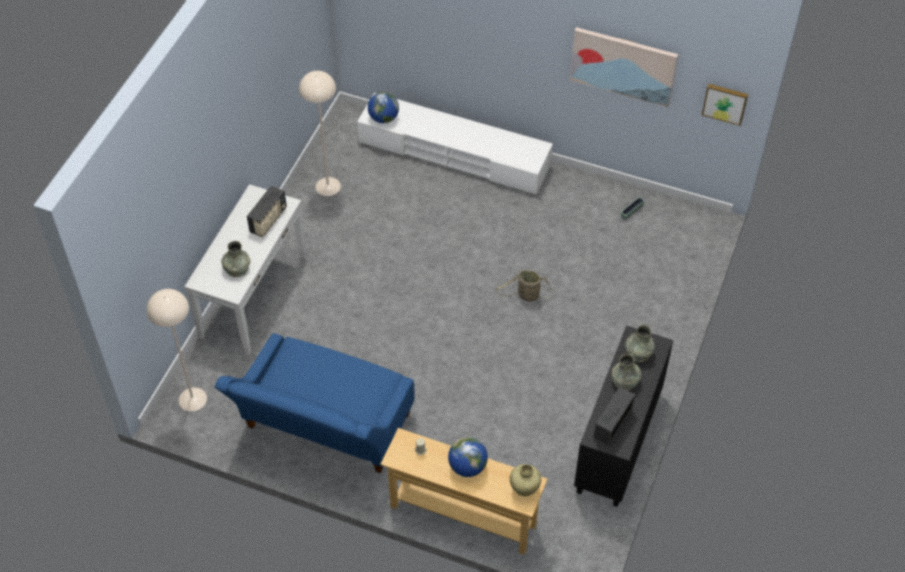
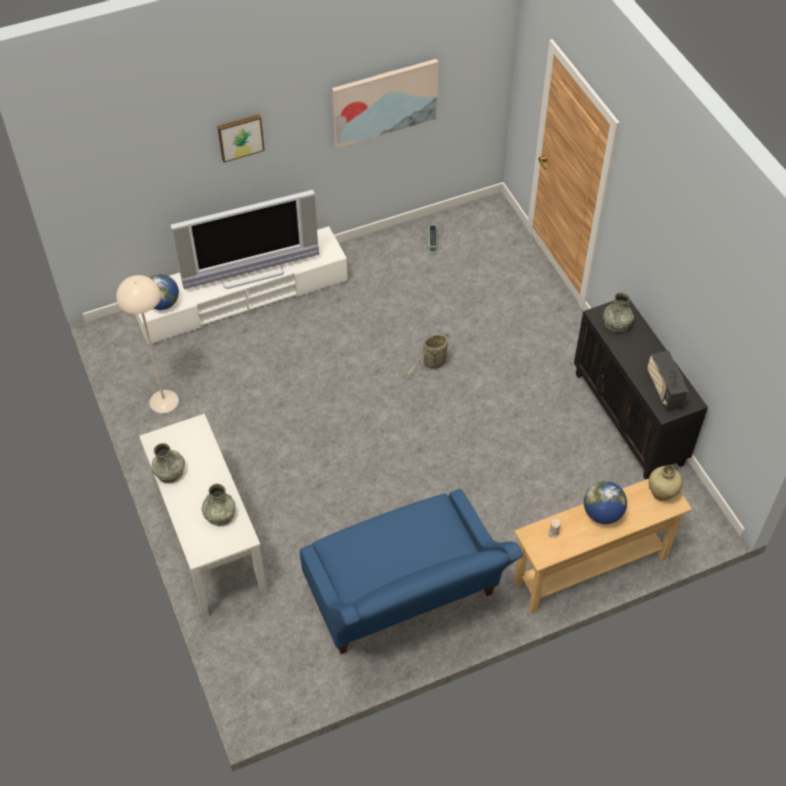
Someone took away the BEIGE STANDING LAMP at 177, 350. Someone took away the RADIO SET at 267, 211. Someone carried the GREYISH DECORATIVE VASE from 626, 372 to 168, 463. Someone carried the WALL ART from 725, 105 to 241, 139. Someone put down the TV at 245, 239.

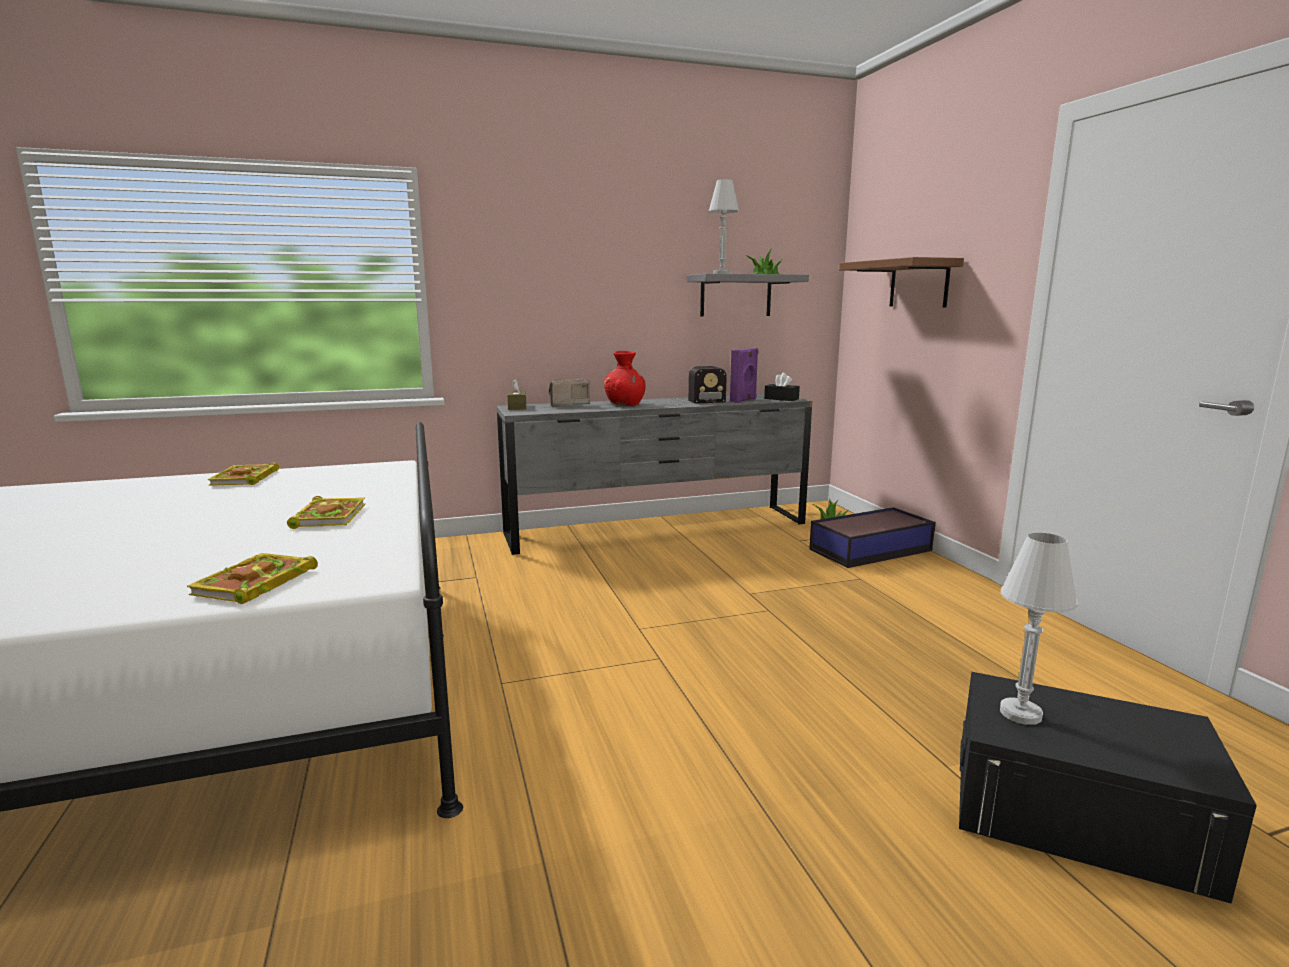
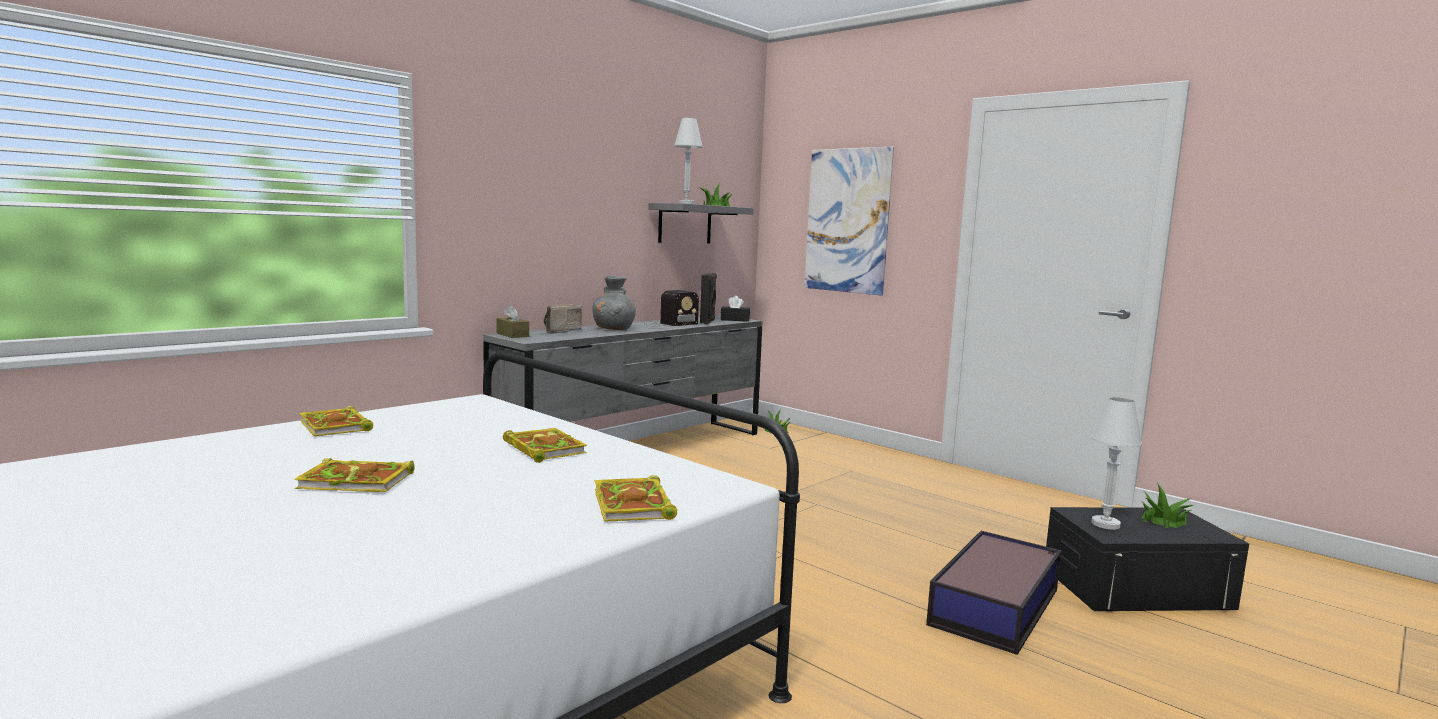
Someone repainted the RED-COLOURED DECORATIVE VASE at 625, 378, which became the GREYISH DECORATIVE VASE at 614, 302. Someone repainted the PURPLE LOUDSPEAKER at 744, 375, which became the BLACKISH LOUDSPEAKER at 708, 298. Someone carried the STORAGE BIN from 872, 537 to 994, 593. Someone swapped the BROWN BRACKET SHELF at 901, 282 for the WALL ART at 849, 221. Someone put down the BOUND BOOK at 354, 475. Someone put down the HOUSEPLANT at 1167, 505.

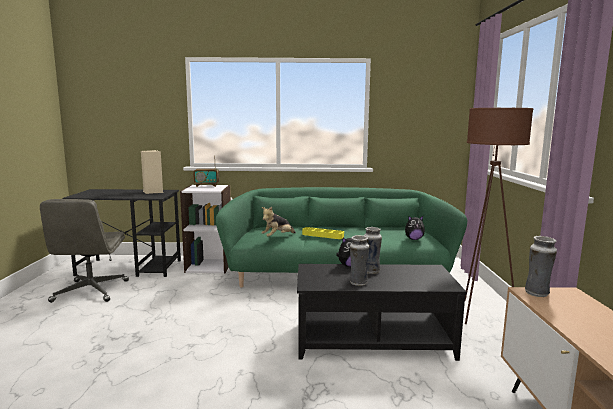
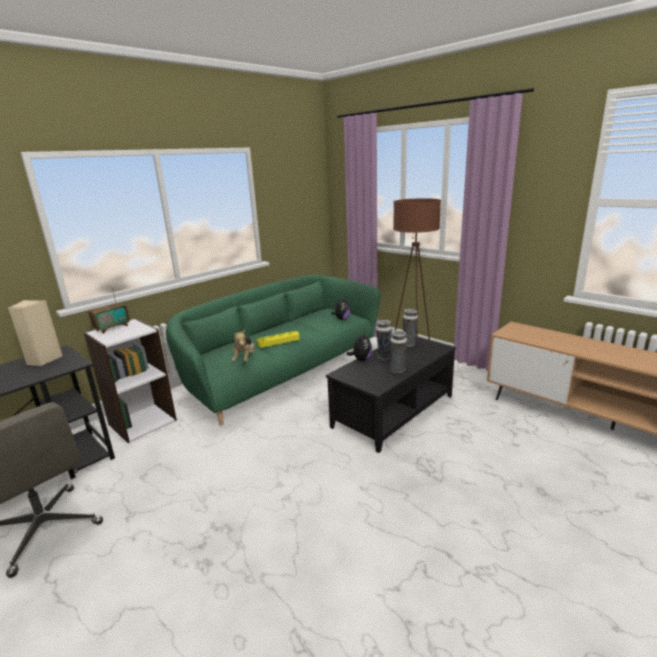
Someone carried the DECORATIVE VASE from 541, 266 to 410, 328.

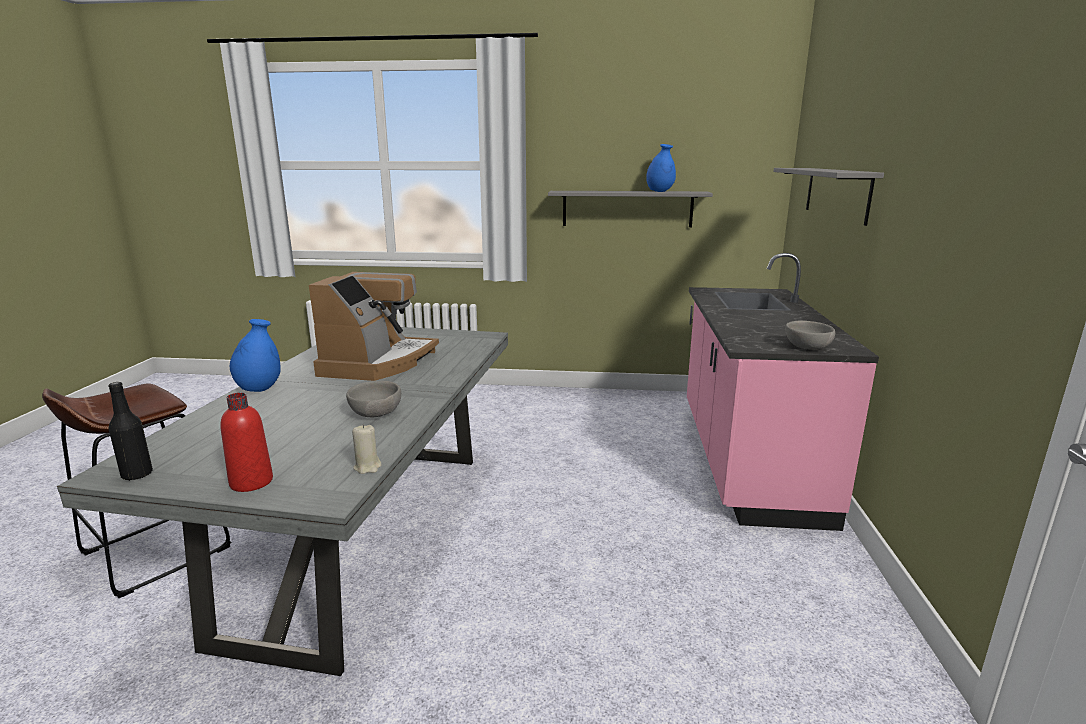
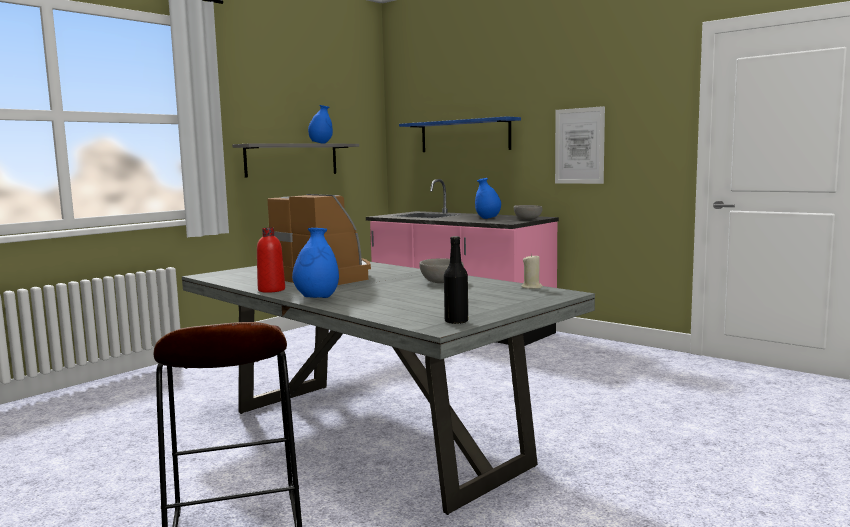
Someone carried the RED-COLOURED BEVERAGE BOTTLE from 246, 442 to 271, 260. Someone repainted the GREYISH BRACKET SHELF at 829, 197, which became the BLUE-COLOURED BRACKET SHELF at 460, 134. Someone put down the BLUE-COLOURED DECORATIVE VASE at 488, 198. Someone put up the WALL ART at 580, 145.

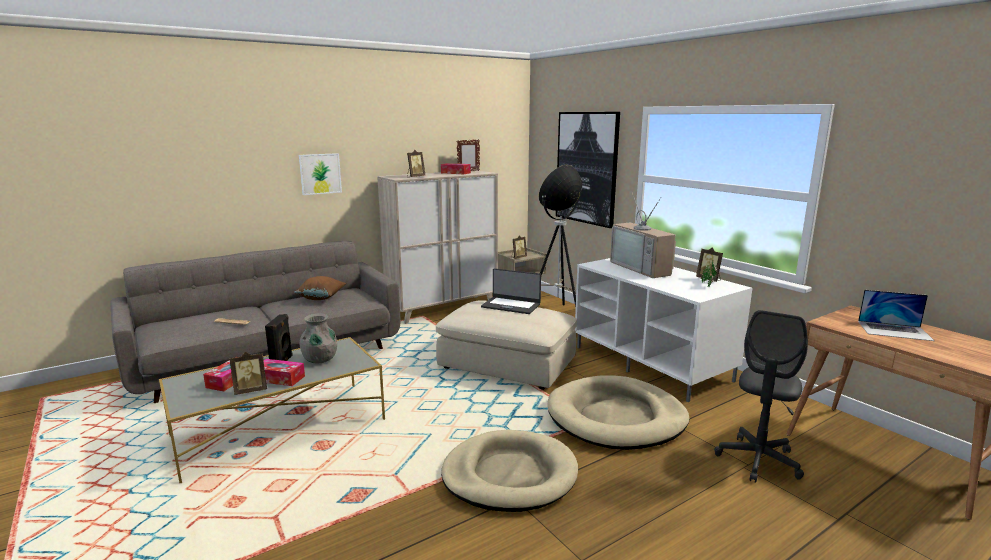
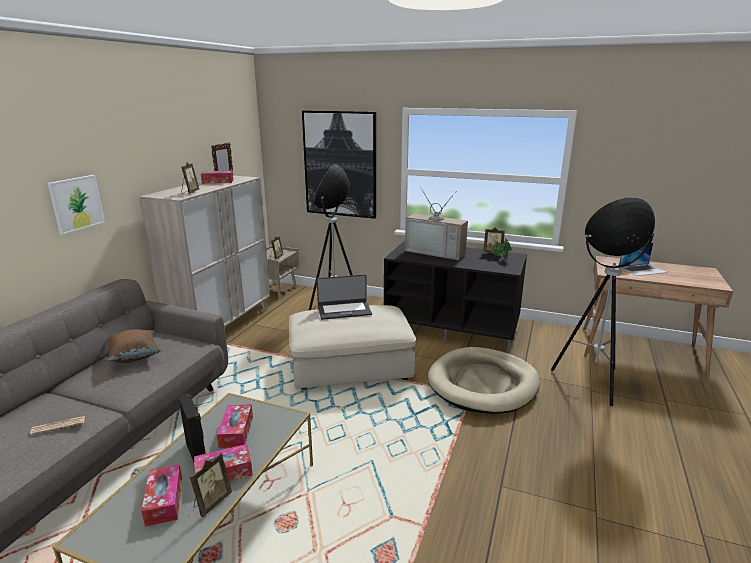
Someone swapped the GREYISH DECORATIVE VASE at 318, 338 for the TISSUE HOLDER at 235, 426. Someone took away the BEIGE DOG BED at 509, 471. Someone repainted the WHITISH TV STAND at 663, 330, which became the BLACKISH TV STAND at 455, 297. Someone swapped the GREYISH DESK CHAIR at 761, 396 for the STANDING LAMP at 603, 301.

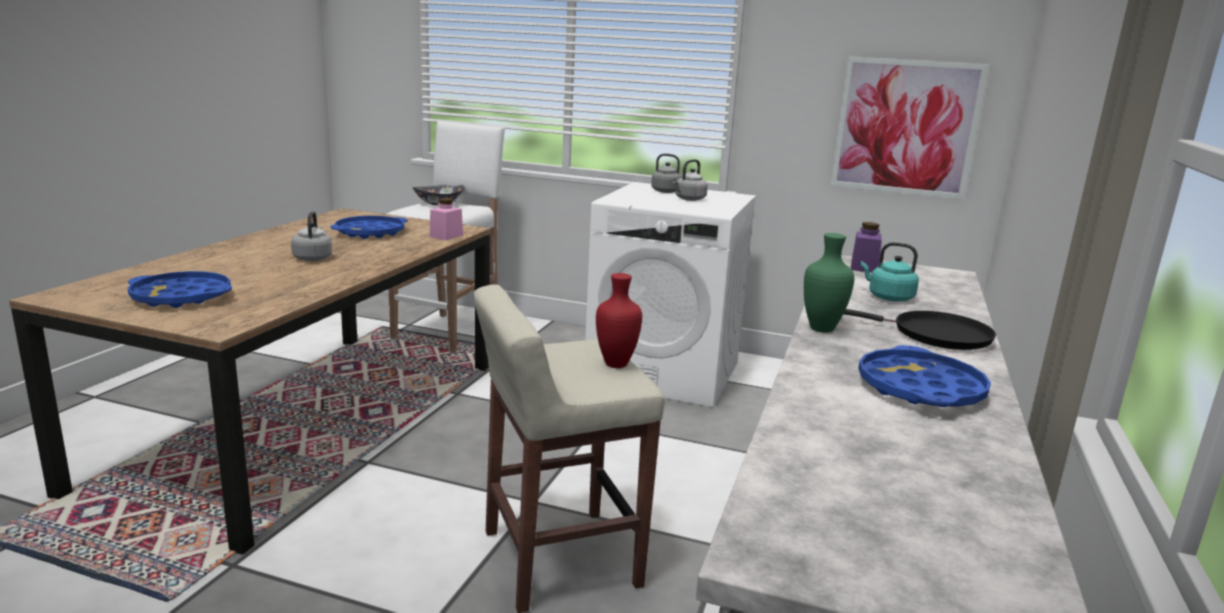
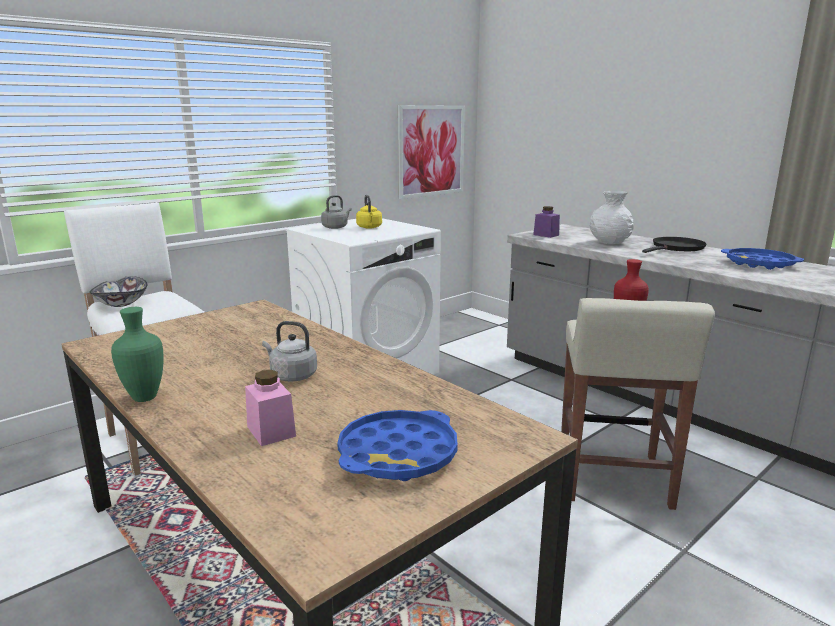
Someone took away the BLUE-COLOURED SERVING TRAY at 369, 227. Someone carried the PINK-COLOURED STORAGE JAR from 446, 219 to 270, 408. Someone repainted the GREYISH TEA KETTLE at 690, 180, which became the YELLOW TEA KETTLE at 369, 212. Someone carried the GREEN-COLOURED DECORATIVE VASE from 829, 283 to 137, 354. Someone swapped the TURQUOISE-COLOURED TEA KETTLE at 890, 272 for the WHITISH DECORATIVE VASE at 612, 217.

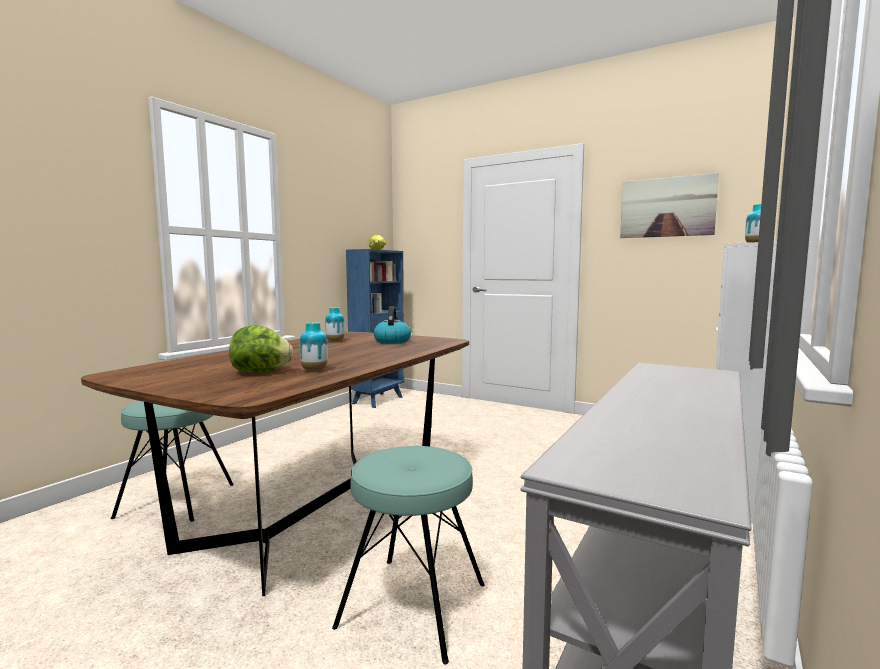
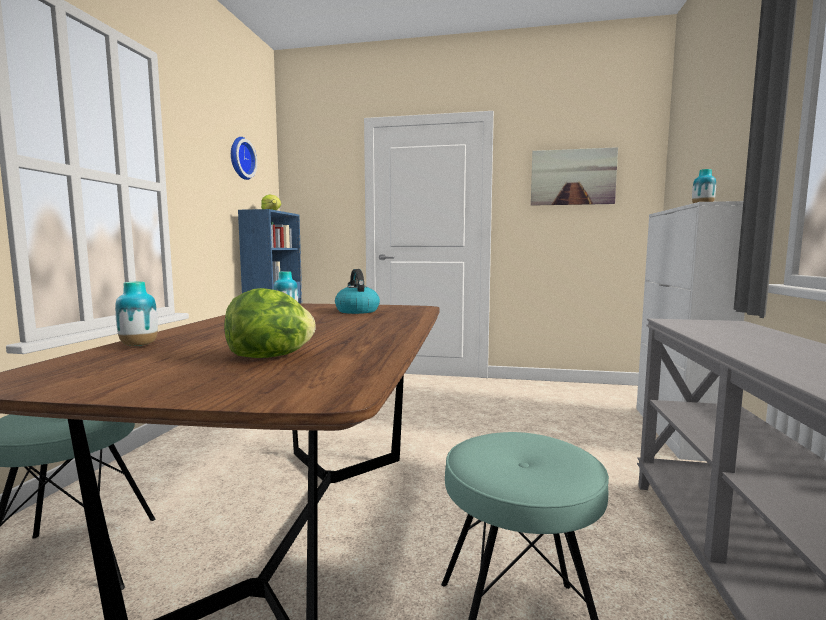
Someone carried the DECORATIVE VASE from 314, 346 to 136, 314. Someone put up the WALL CLOCK at 244, 158.

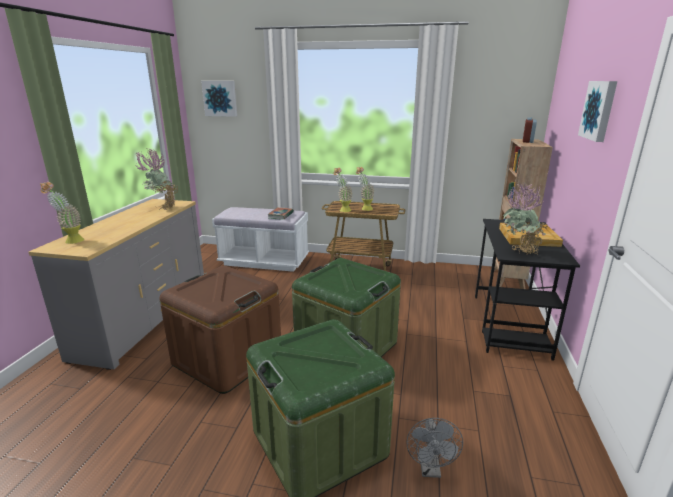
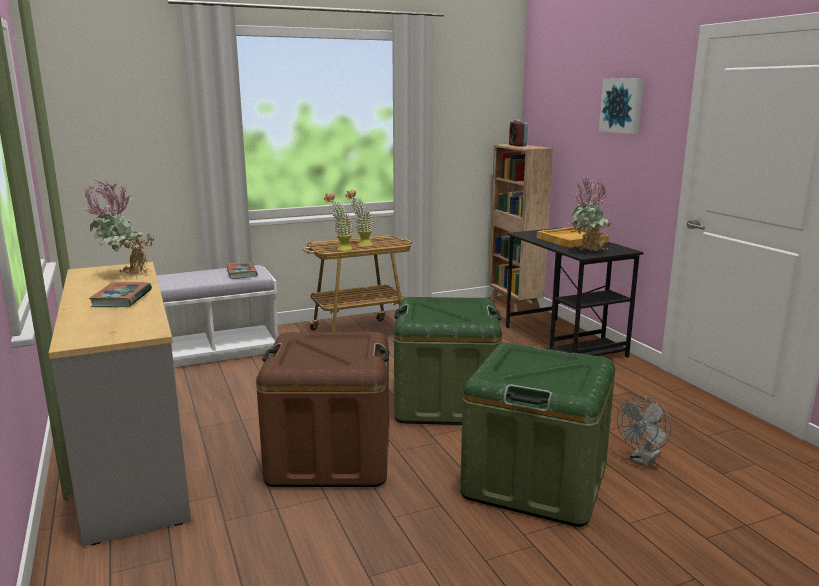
Someone took away the HOUSEPLANT at 62, 213. Someone took away the WALL ART at 219, 99. Someone rotated the GREYISH ELECTRIC FAN at 434, 448 by 75 degrees clockwise. Someone put down the BOUND BOOK at 120, 294.

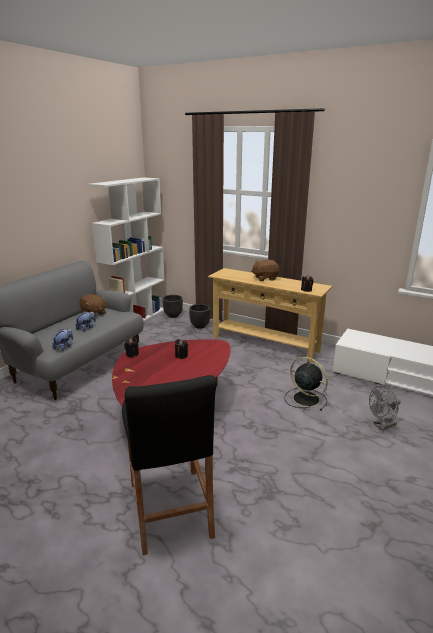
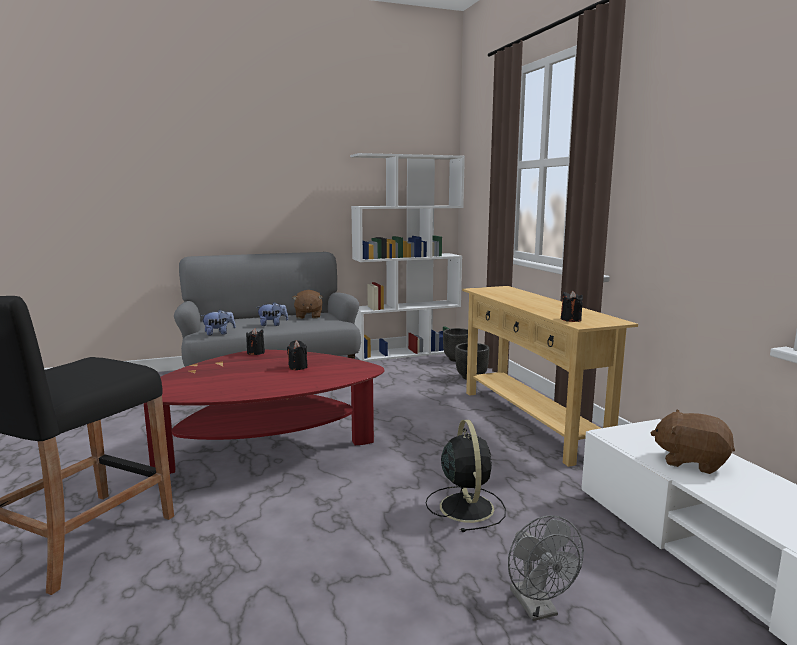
Someone carried the BROWN SOFT TOY from 265, 270 to 693, 442. Someone rotated the GREYISH ELECTRIC FAN at 385, 408 by 120 degrees counterclockwise.

